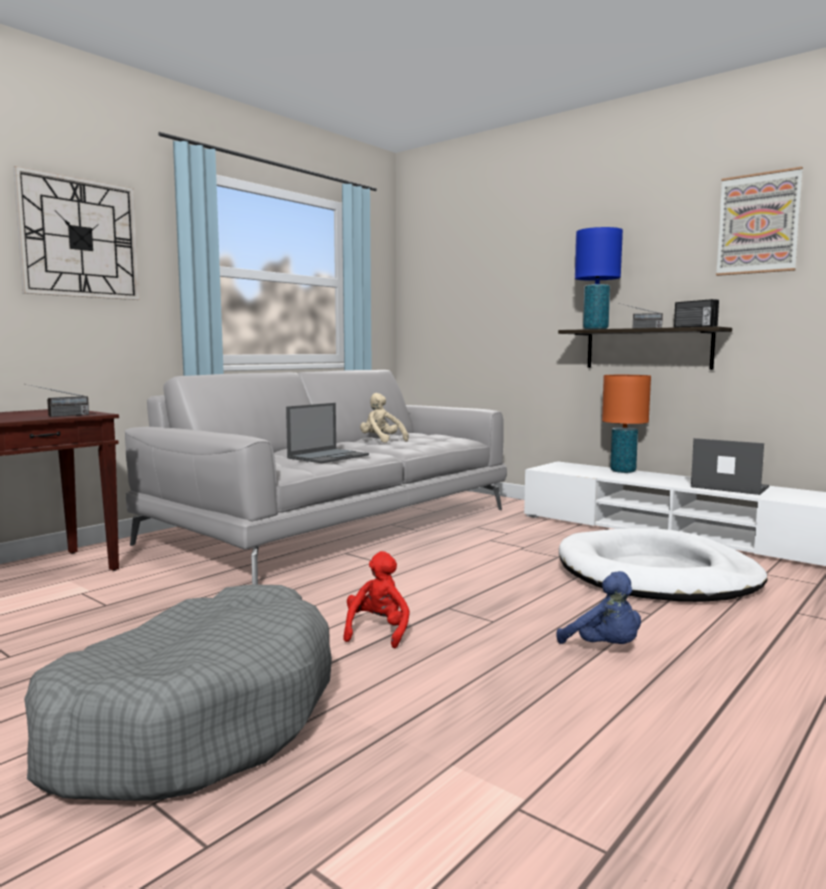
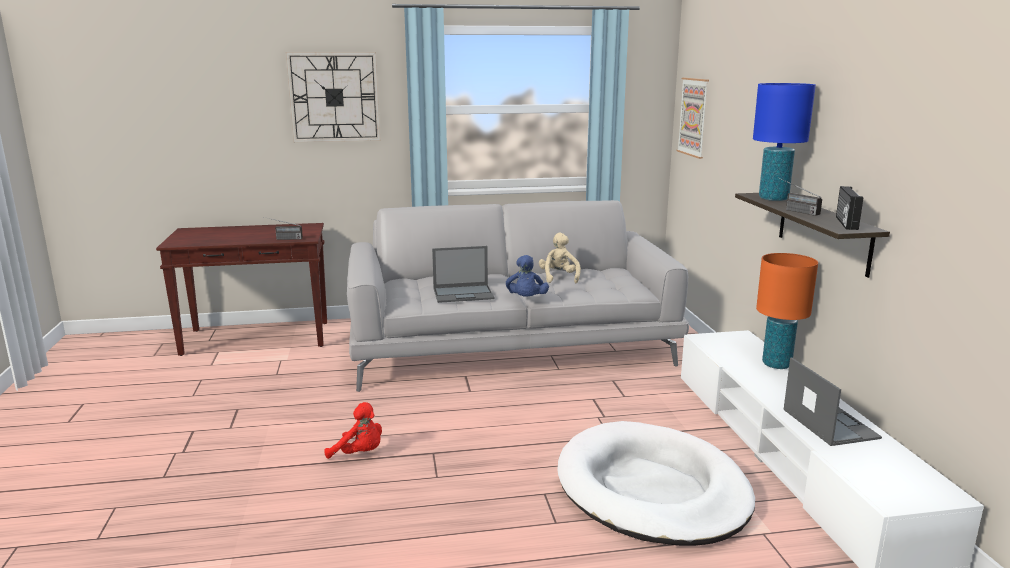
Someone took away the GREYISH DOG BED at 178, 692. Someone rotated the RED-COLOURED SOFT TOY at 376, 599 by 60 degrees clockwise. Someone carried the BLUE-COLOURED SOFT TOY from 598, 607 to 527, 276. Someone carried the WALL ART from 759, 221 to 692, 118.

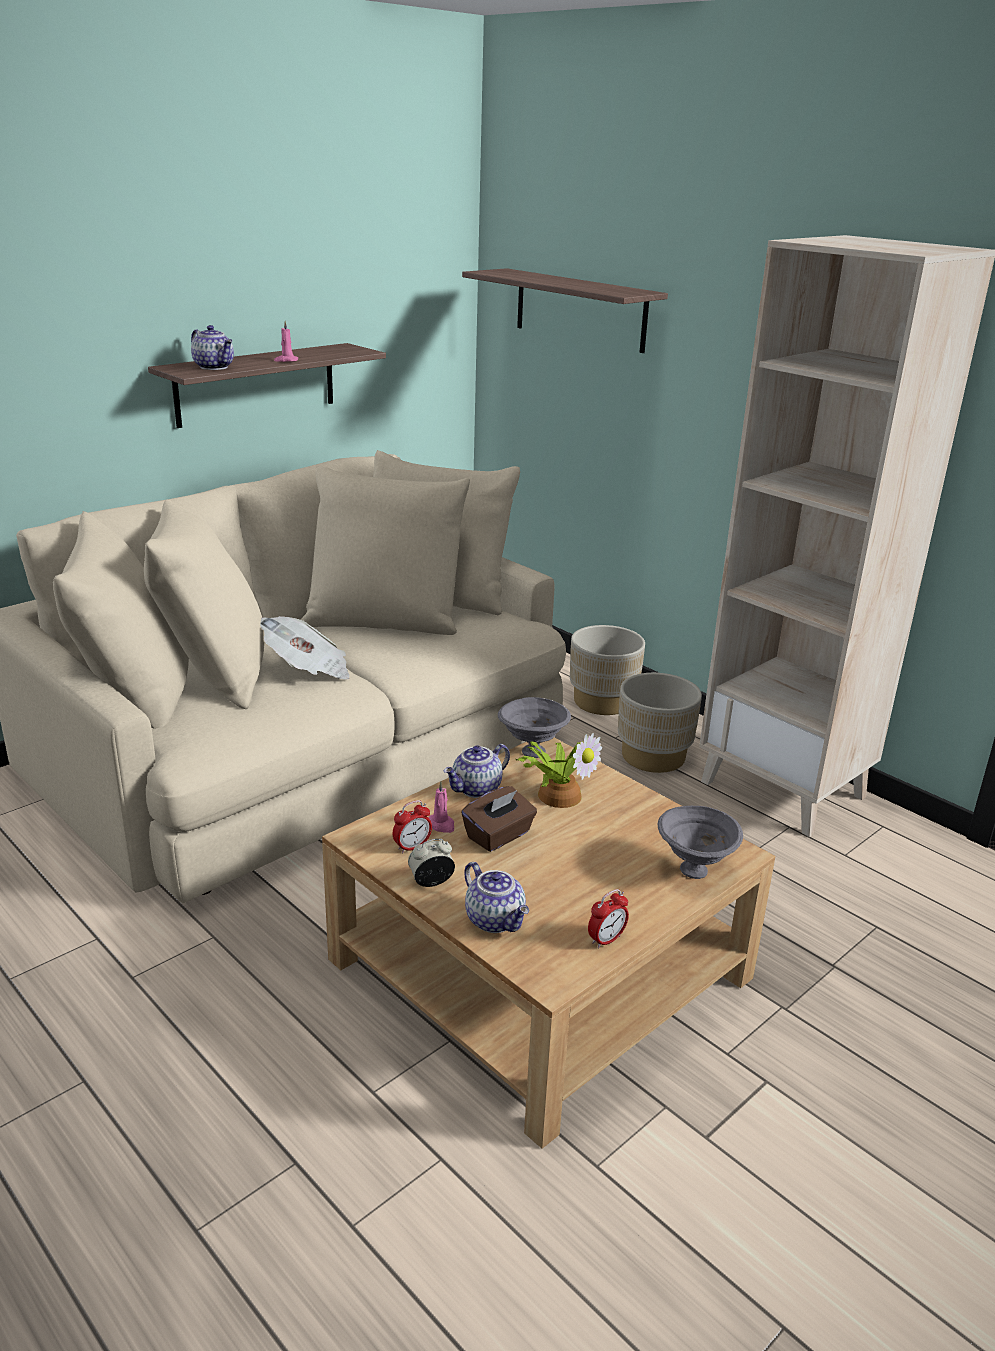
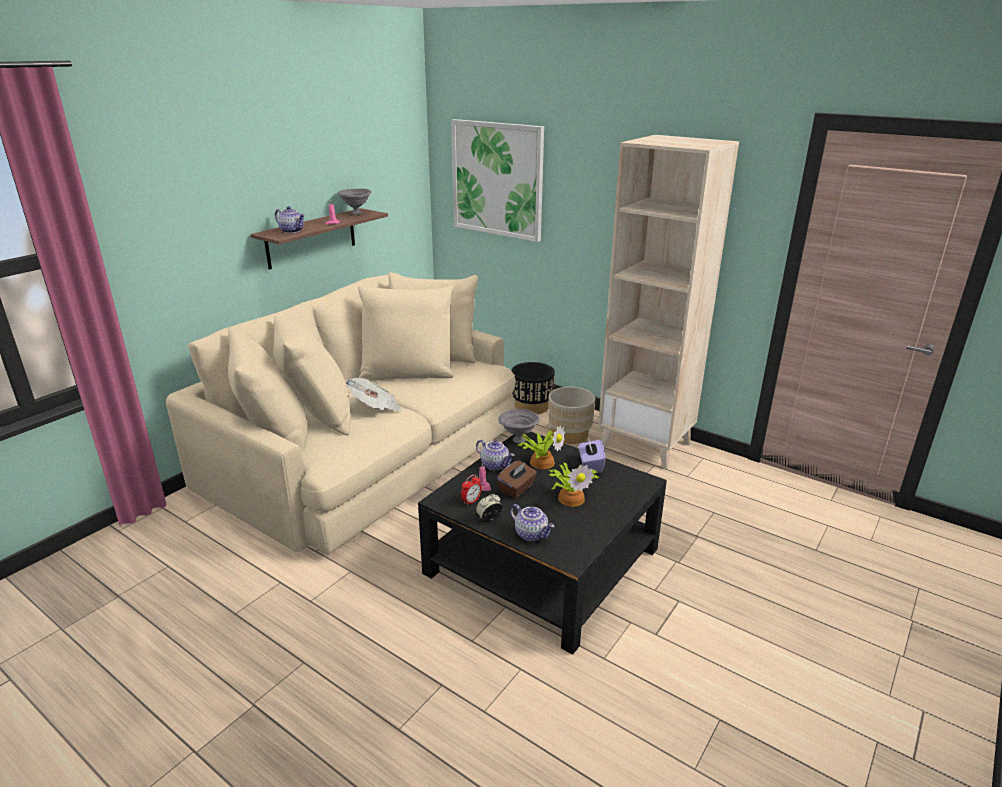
Someone repainted the BEIGE COFFEE TABLE at 548, 943, which became the BLACKISH COFFEE TABLE at 542, 543. Someone rotated the TEAPOT at 477, 771 by 90 degrees counterclockwise. Someone swapped the BRACKET SHELF at 565, 310 for the WALL ART at 497, 180. Someone repainted the BEIGE PLANTER at 607, 670, which became the BLACKISH PLANTER at 533, 388. Someone took away the ALARM CLOCK at 608, 919. Someone carried the GREYISH DEEP DISH from 700, 842 to 354, 202. Someone put down the HOUSEPLANT at 574, 484. Someone put down the PURPLE TISSUE HOLDER at 592, 455.

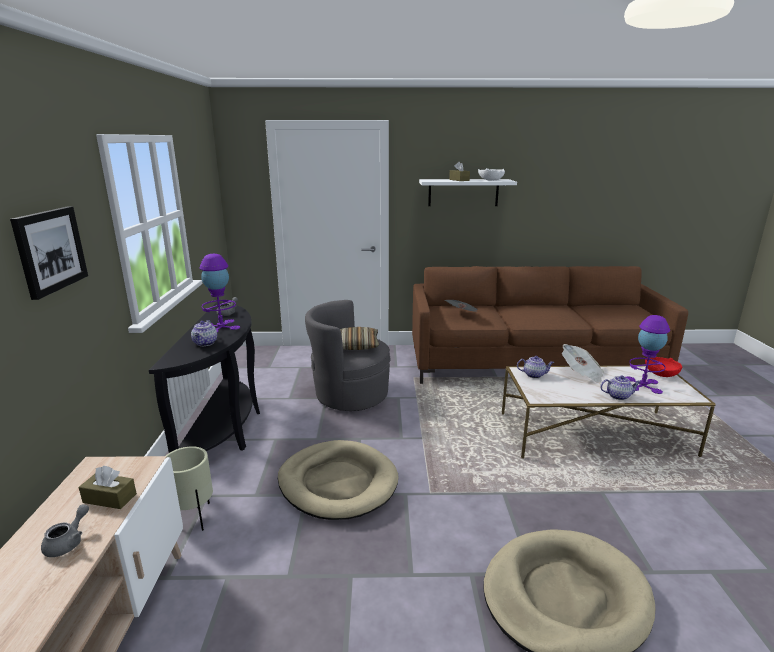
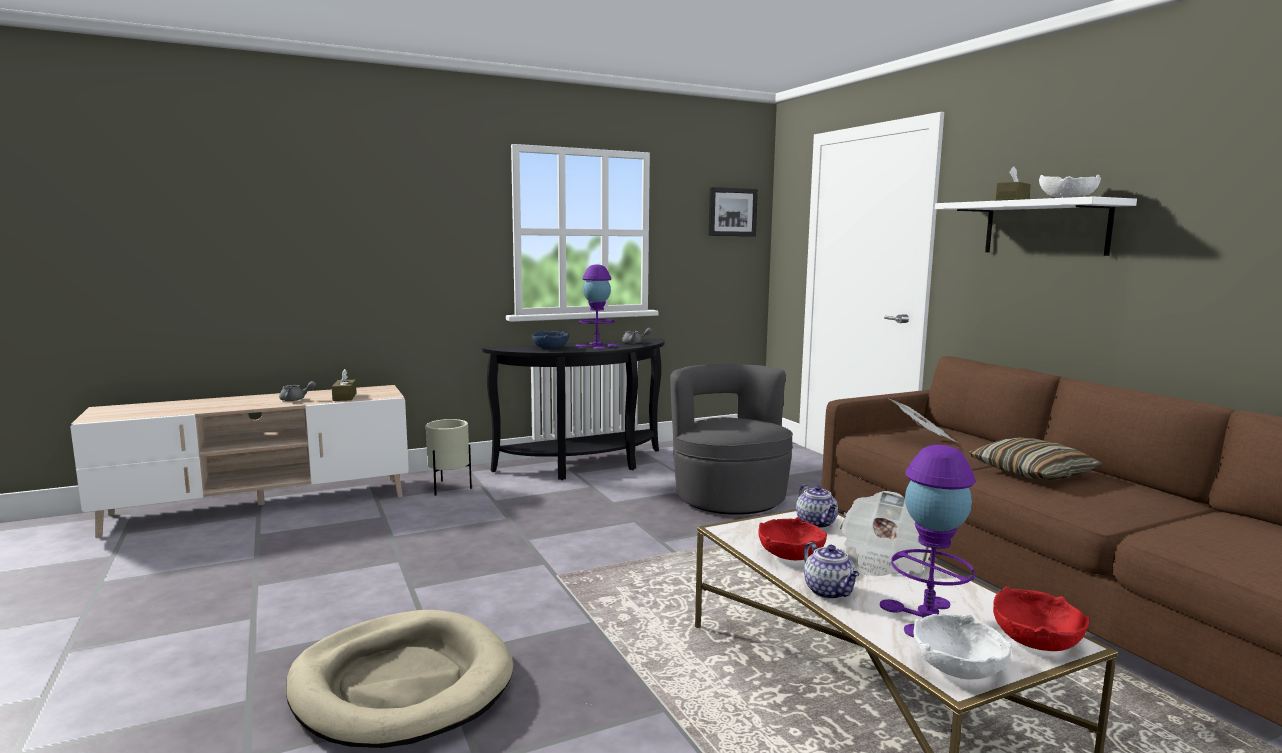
Someone carried the WALL ART from 49, 253 to 733, 211. Someone swapped the TEAPOT at 204, 333 for the BLUE-COLOURED DEEP DISH at 550, 339. Someone took away the BEIGE DOG BED at 338, 480. Someone carried the CUSHION from 359, 338 to 1036, 459. Someone put down the RED-COLOURED DEEP DISH at 792, 538. Someone put down the WHITISH DEEP DISH at 962, 647.

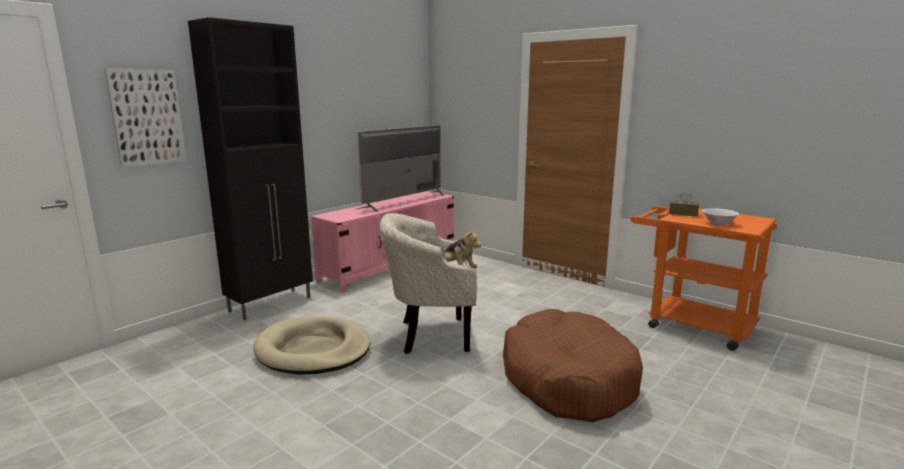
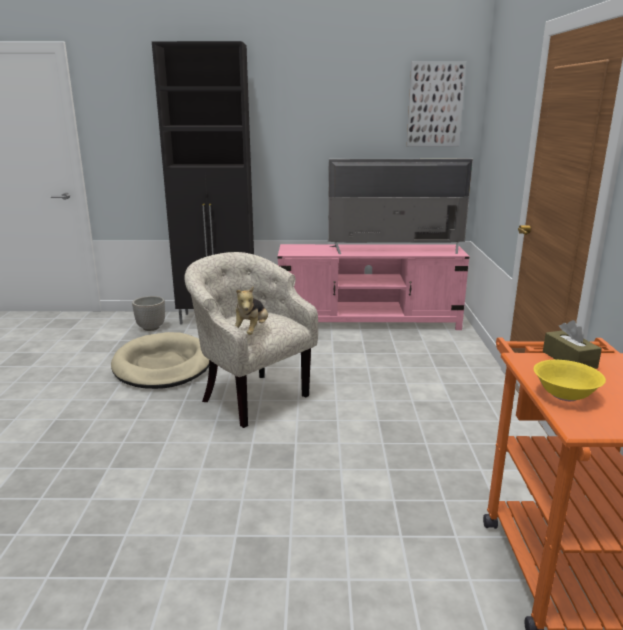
Someone carried the WALL ART from 145, 118 to 436, 104. Someone took away the BROWN DOG BED at 573, 365. Someone repainted the WHITISH DEEP DISH at 720, 216, which became the YELLOW DEEP DISH at 570, 380. Someone put down the PLANTER at 148, 313.

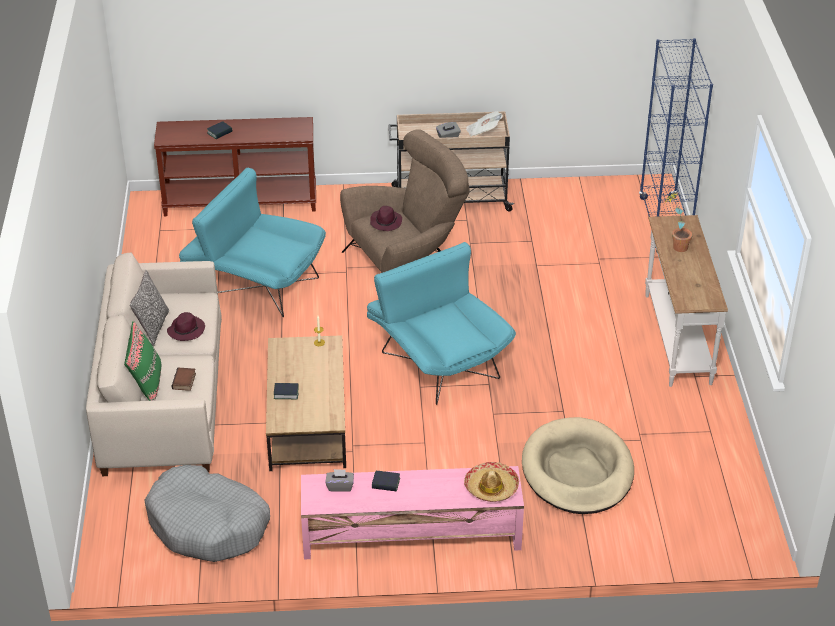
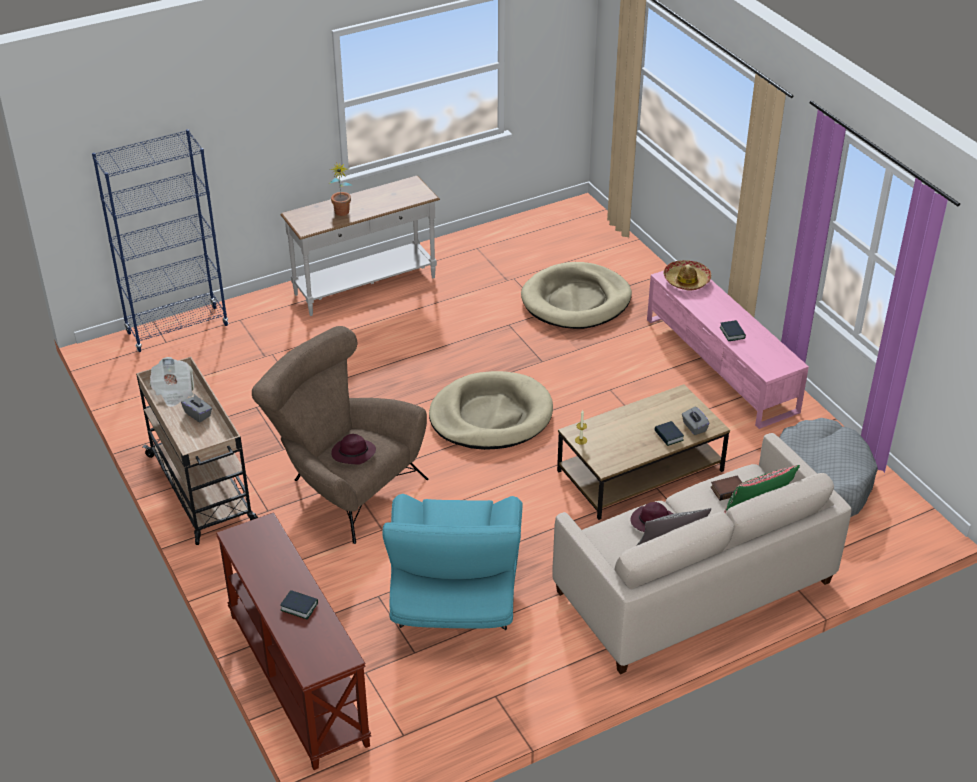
Someone carried the GREYISH TISSUE HOLDER from 339, 480 to 696, 421. Someone swapped the TURQUOISE-COLOURED LOUNGE CHAIR at 441, 323 for the BEIGE DOG BED at 491, 410.

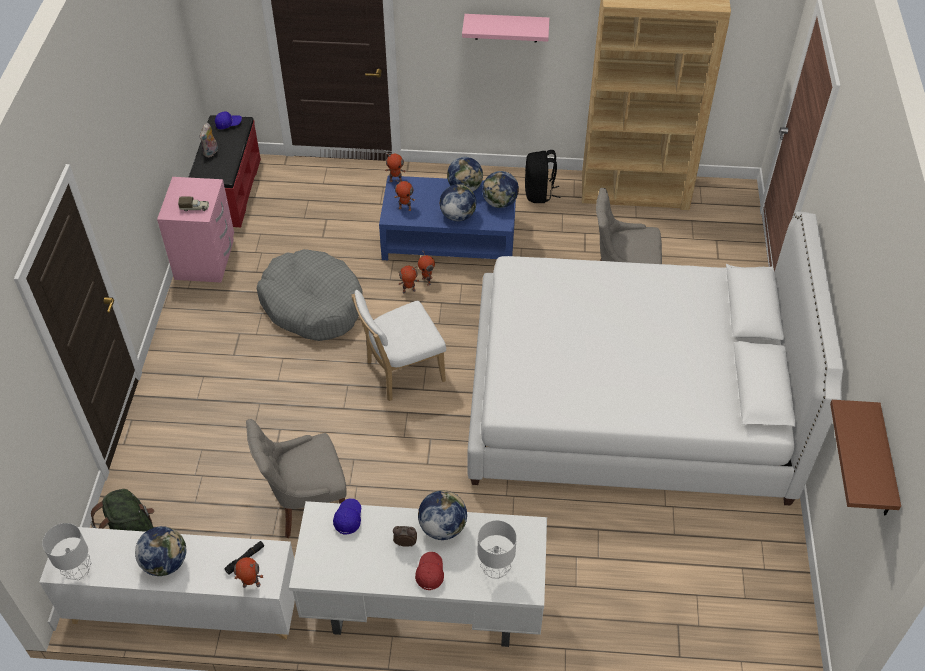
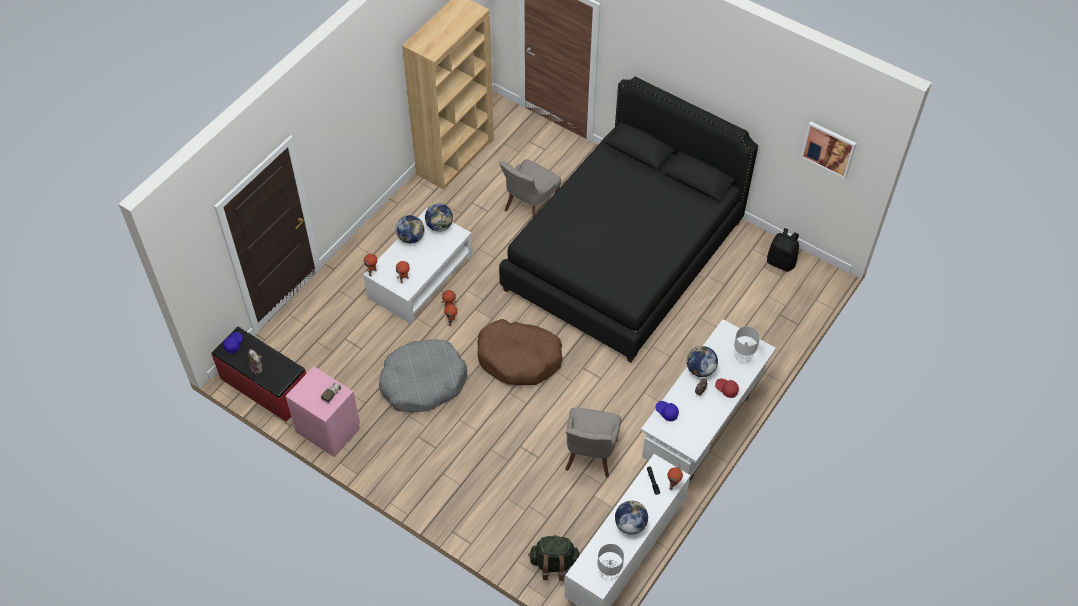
Someone swapped the WHITISH UPRIGHT CHAIR at 399, 345 for the BROWN DOG BED at 520, 352. Someone repainted the BLUE-COLOURED COFFEE TABLE at 447, 218, which became the WHITISH COFFEE TABLE at 418, 266. Someone took away the DESK GLOBE at 458, 203. Someone took away the PINK-COLOURED BRACKET SHELF at 505, 28. Someone repainted the WHITISH BEDROOM BED at 655, 359, which became the BLACKISH BEDROOM BED at 628, 220. Someone carried the BLACKISH KNAPSACK from 542, 176 to 783, 250. Someone swapped the BROWN BRACKET SHELF at 865, 457 for the WALL ART at 828, 150.

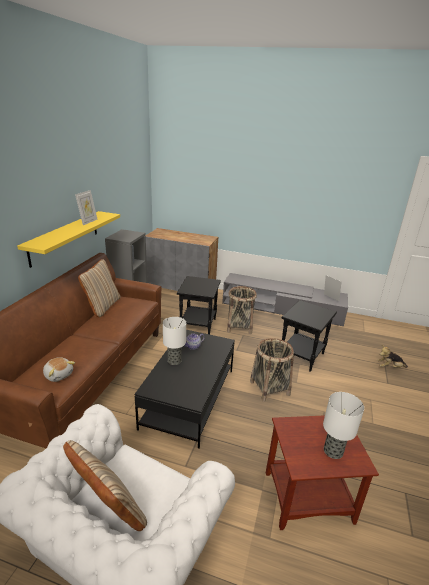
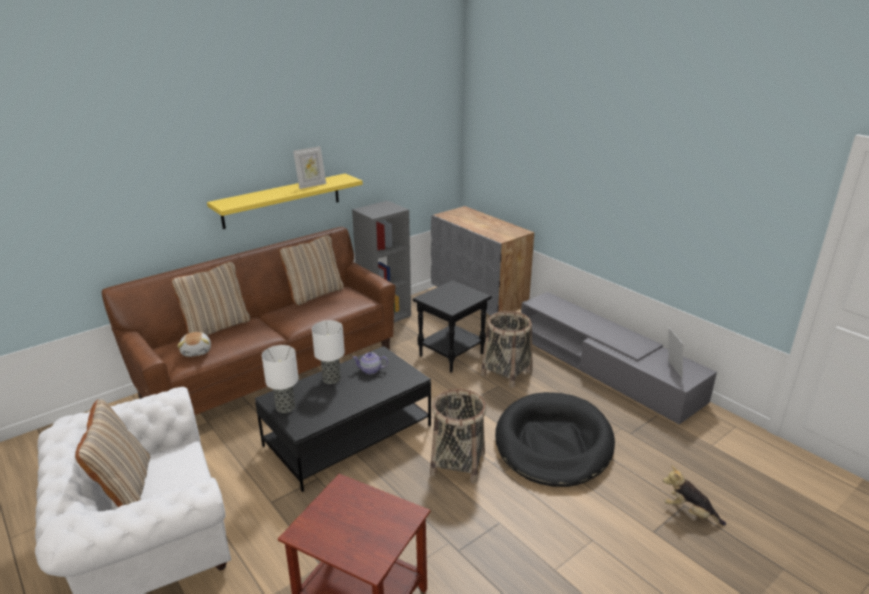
Someone swapped the BLACKISH END TABLE at 309, 336 for the BLACKISH DOG BED at 555, 439. Someone carried the TABLE LAMP from 343, 425 to 280, 379. Someone put down the BEIGE CUSHION at 210, 298.

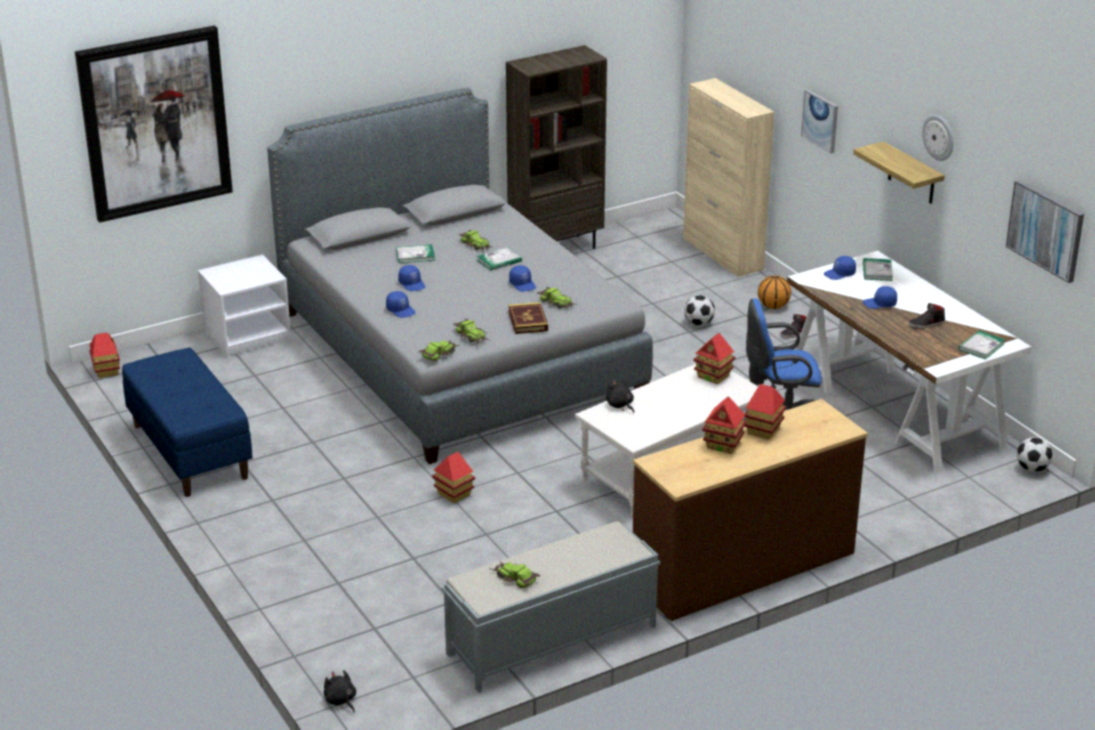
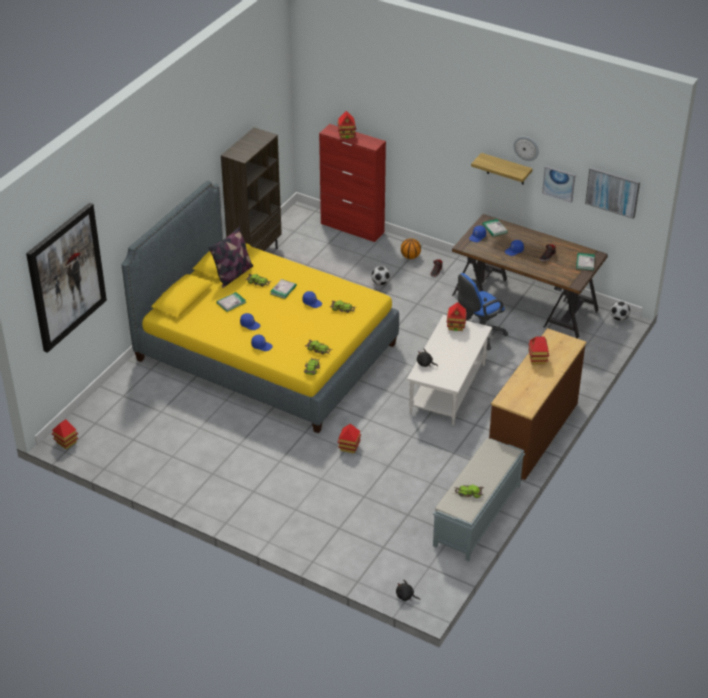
Someone took away the BLUE-COLOURED BENCH at 187, 422. Someone took away the WHITISH NIGHTSTAND at 244, 305. Someone repainted the GREYISH BEDROOM BED at 460, 276, which became the YELLOW BEDROOM BED at 260, 307. Someone took away the BOUND BOOK at 528, 318. Someone repainted the BEIGE CUPBOARD at 728, 177, which became the RED-COLOURED CUPBOARD at 352, 183. Someone carried the TOY HOUSE from 724, 425 to 346, 125. Someone repainted the WHITISH DESK TABLE at 909, 362, which became the BROWN DESK TABLE at 530, 276. Someone carried the WALL ART from 819, 121 to 558, 184. Someone put down the CUSHION at 230, 257.

